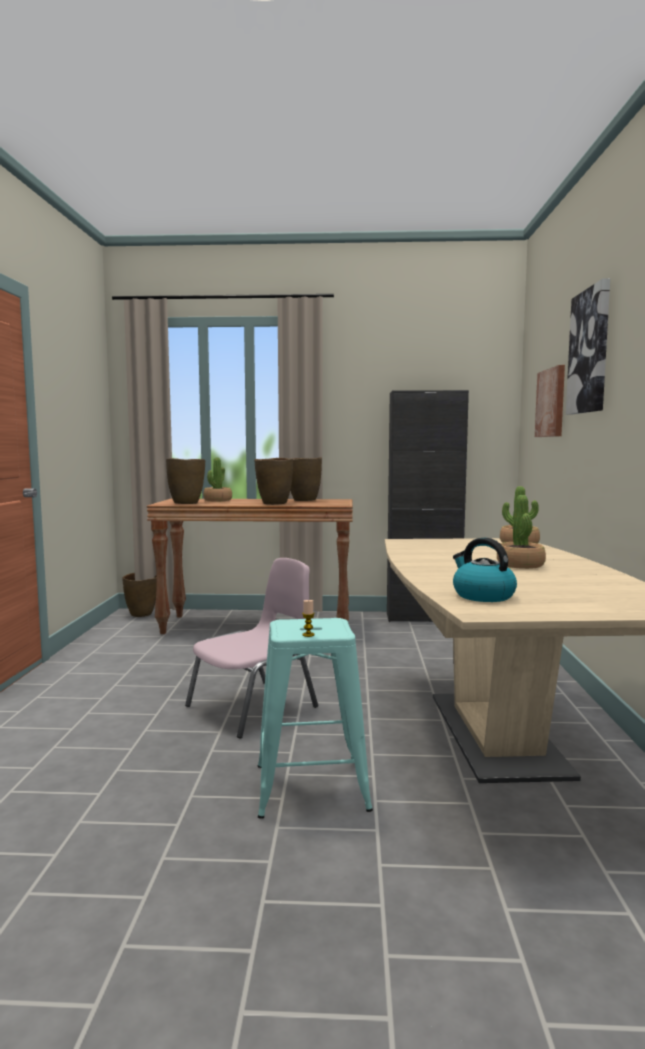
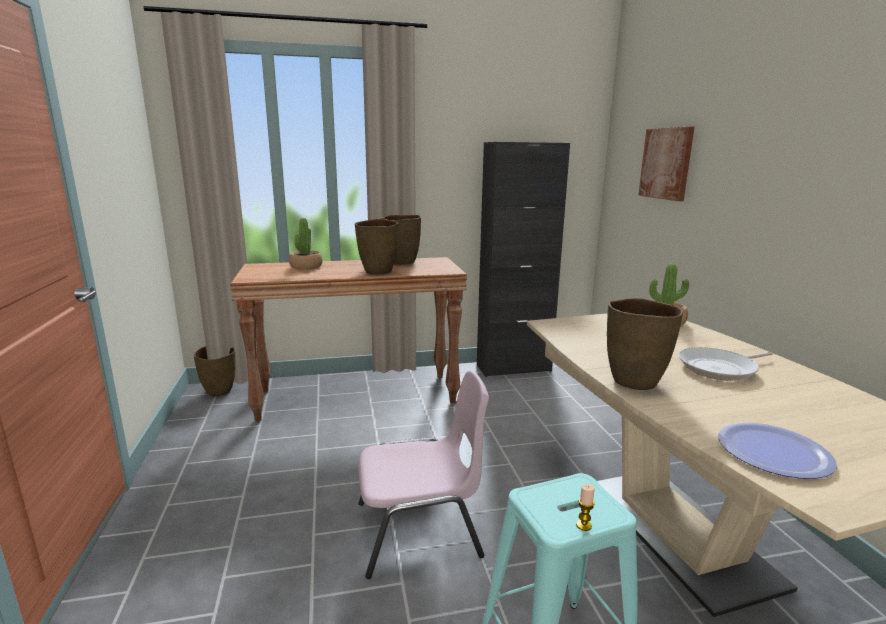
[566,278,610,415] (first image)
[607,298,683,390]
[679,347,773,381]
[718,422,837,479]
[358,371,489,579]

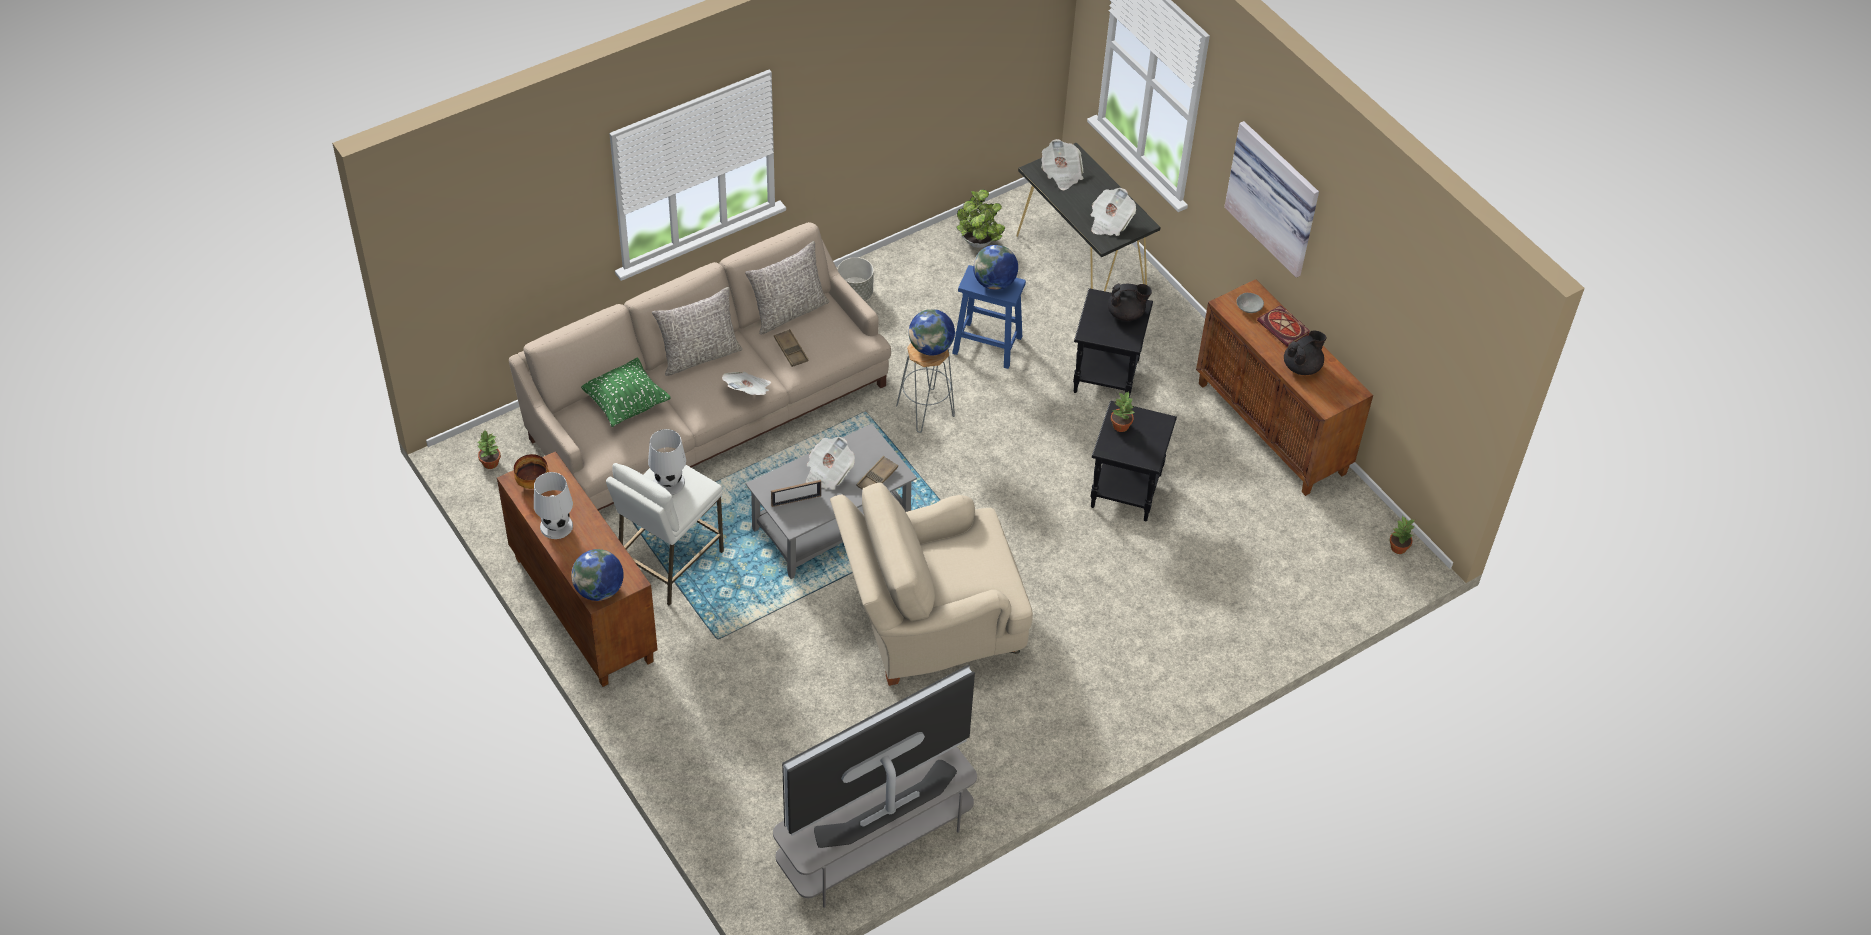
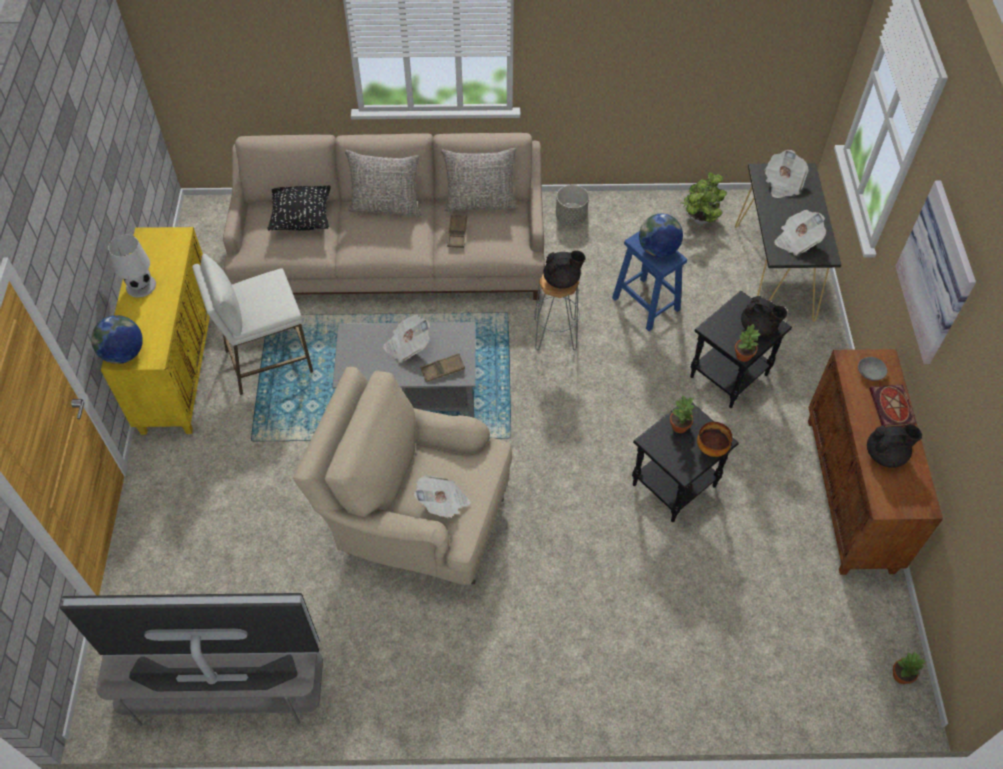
[543,250,586,289]
[268,185,330,231]
[414,475,471,518]
[648,429,686,495] (first image)
[735,323,760,362]
[101,227,210,435]
[697,422,733,457]
[771,480,821,507] (first image)

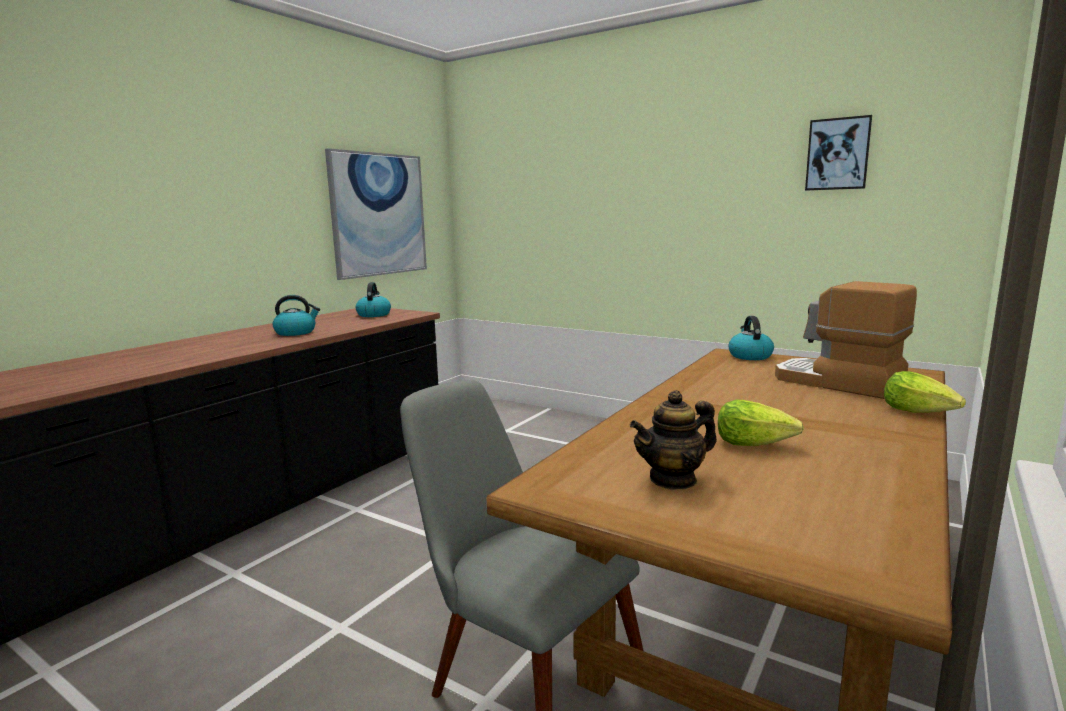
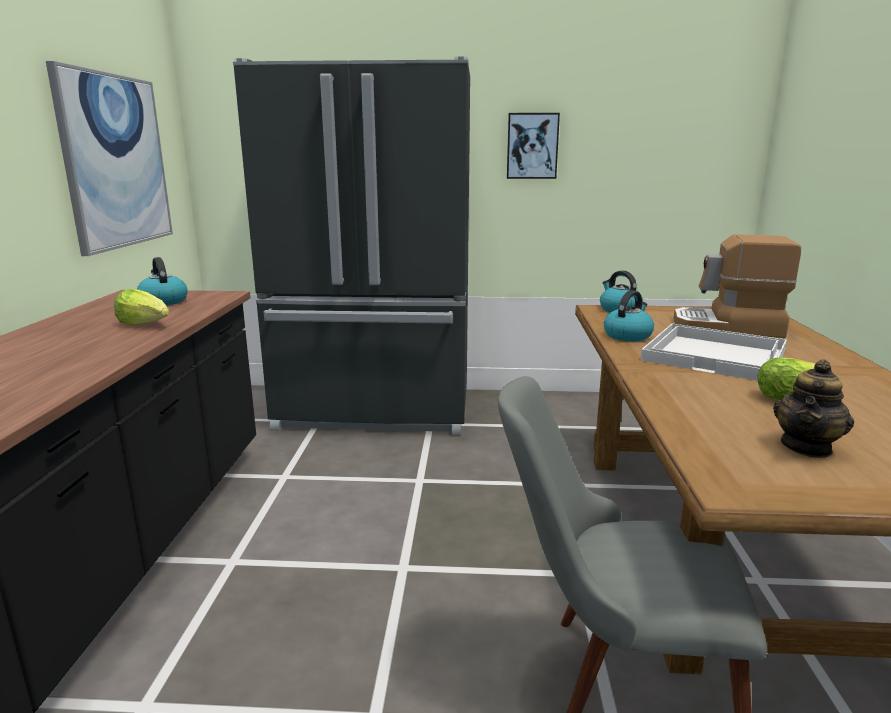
[507,113,560,179]
[604,290,654,341]
[114,289,169,325]
[233,56,470,435]
[640,324,787,381]

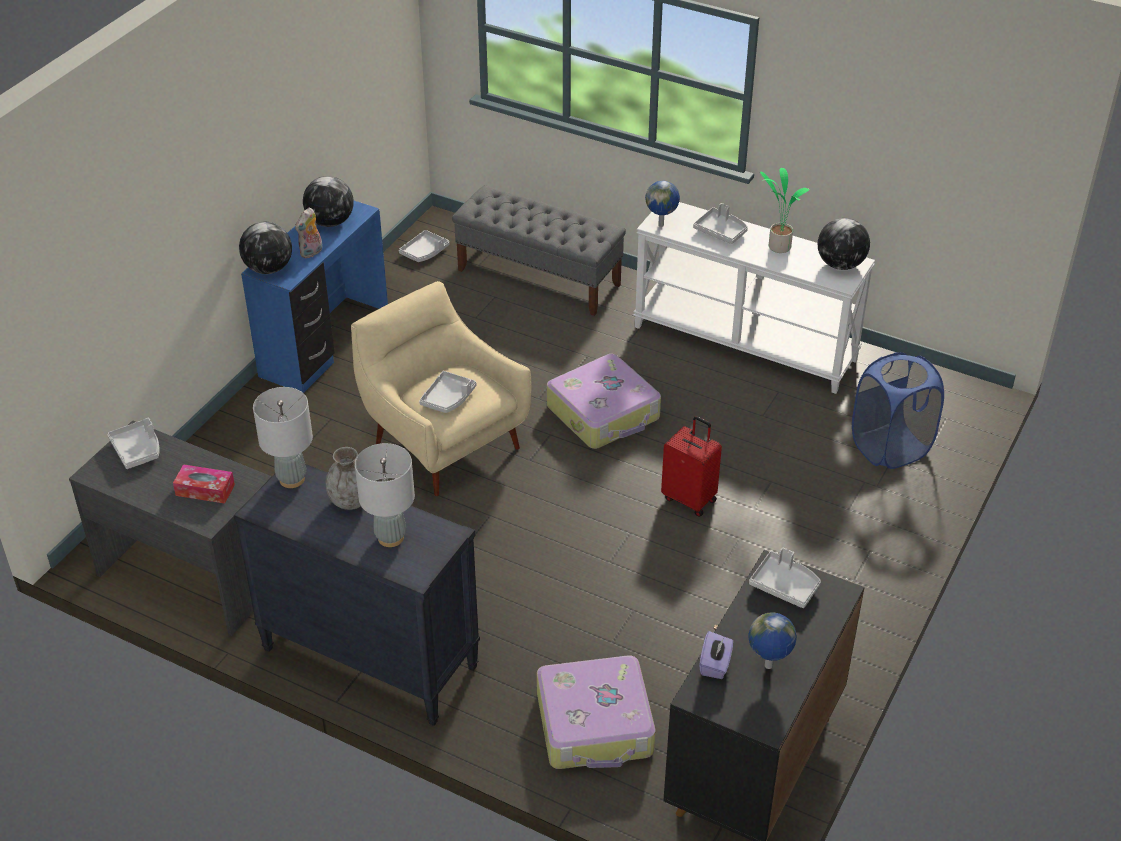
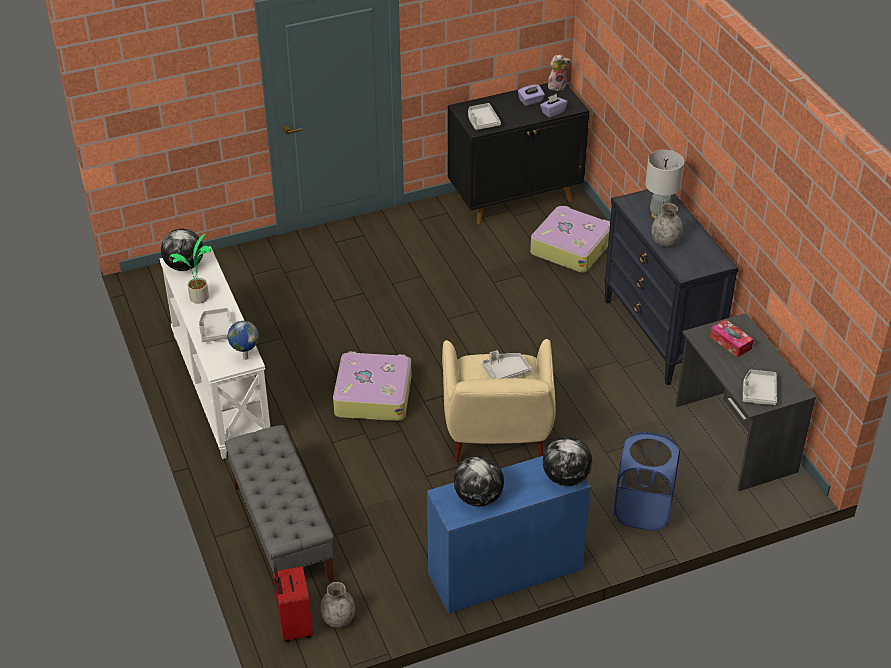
[548,54,571,90]
[320,582,355,628]
[614,432,680,531]
[253,387,313,488] (first image)
[273,566,313,642]
[518,85,545,106]

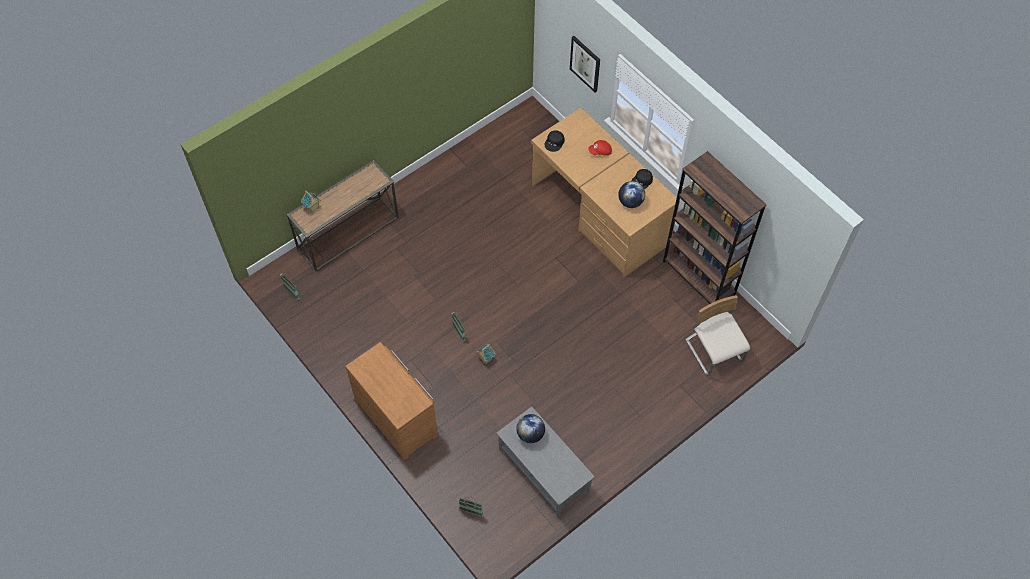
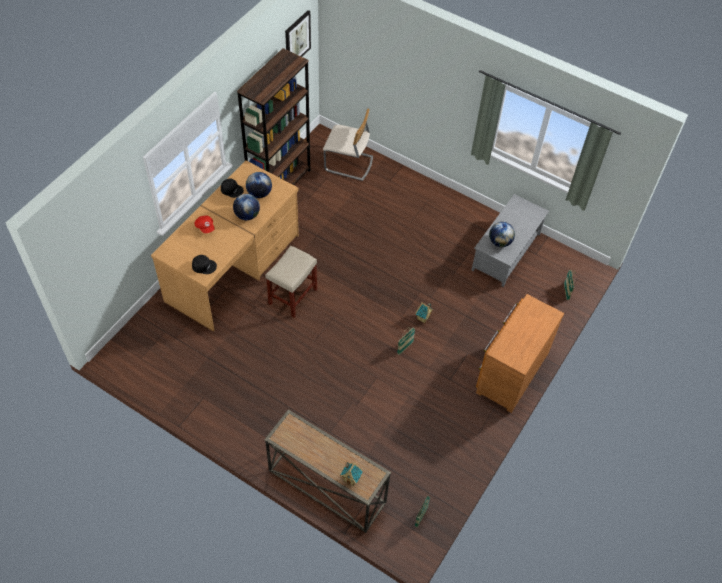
[285,10,311,57]
[323,109,373,181]
[233,194,260,220]
[266,246,317,318]

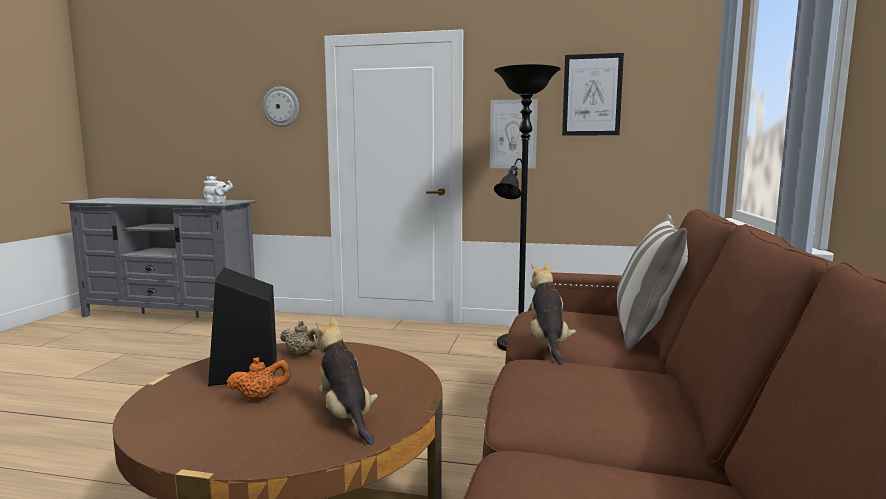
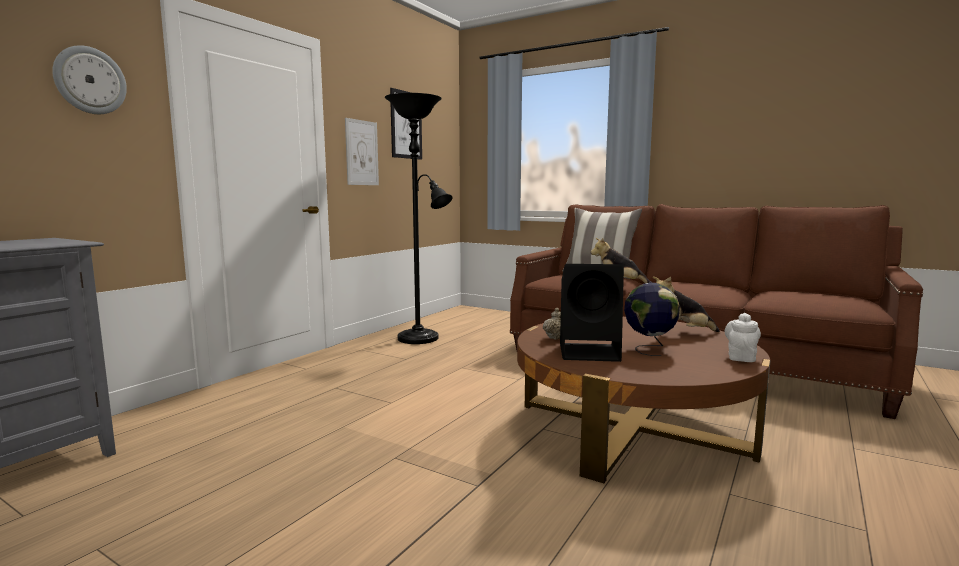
[725,313,761,362]
[624,283,680,356]

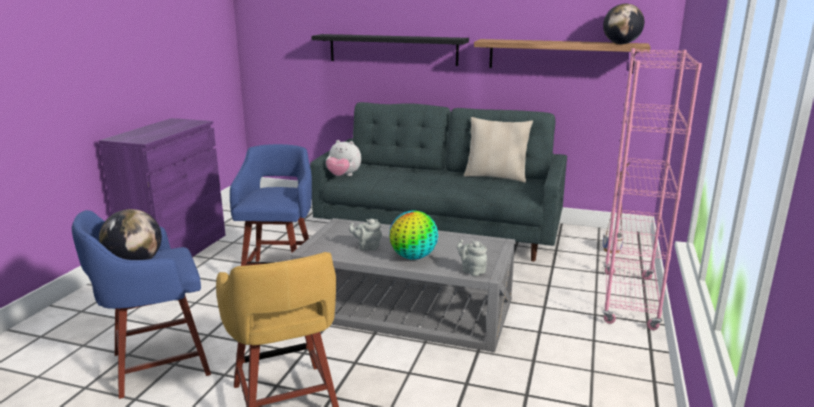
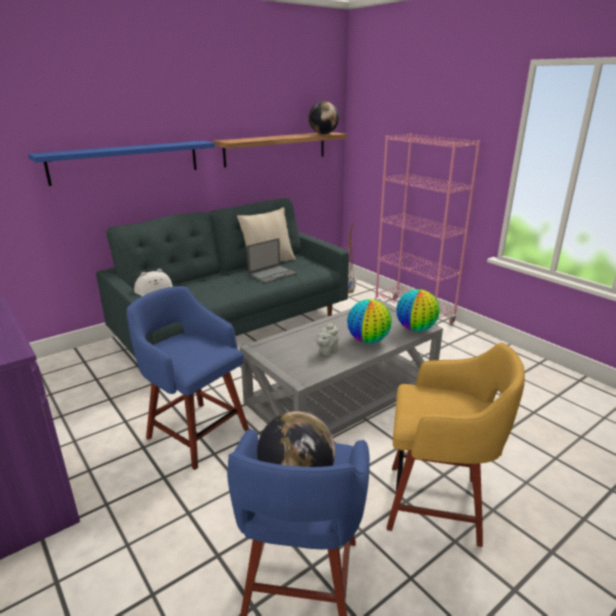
[28,141,215,186]
[396,289,440,332]
[247,238,297,283]

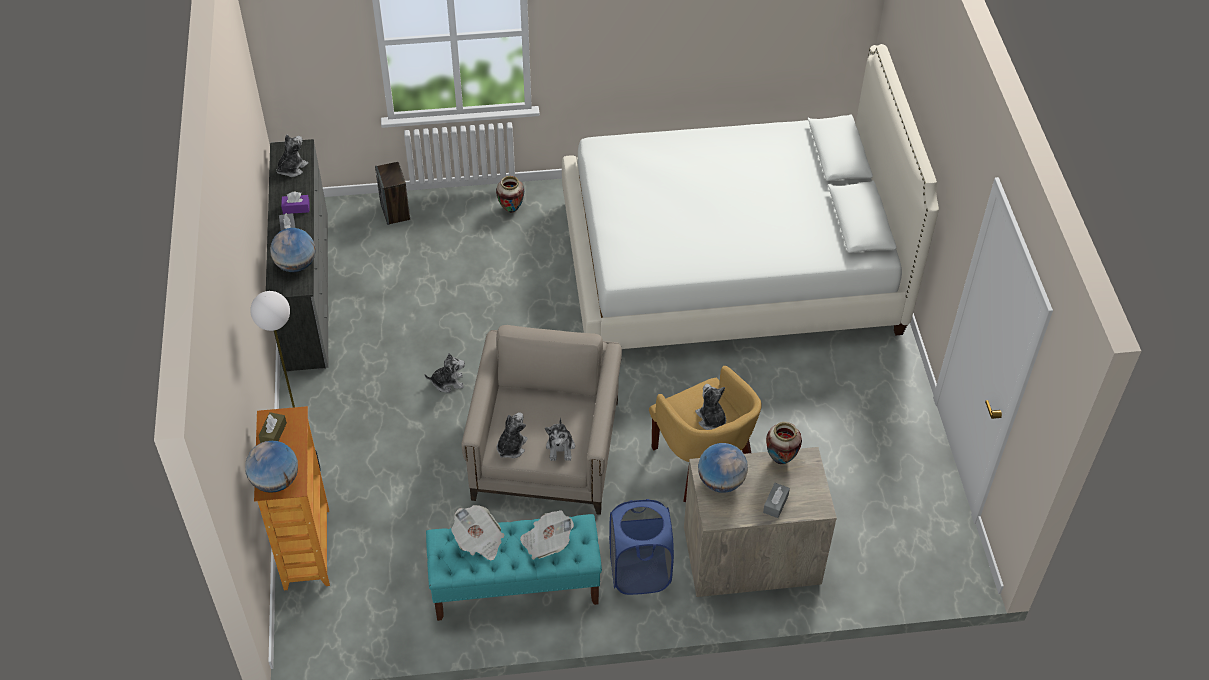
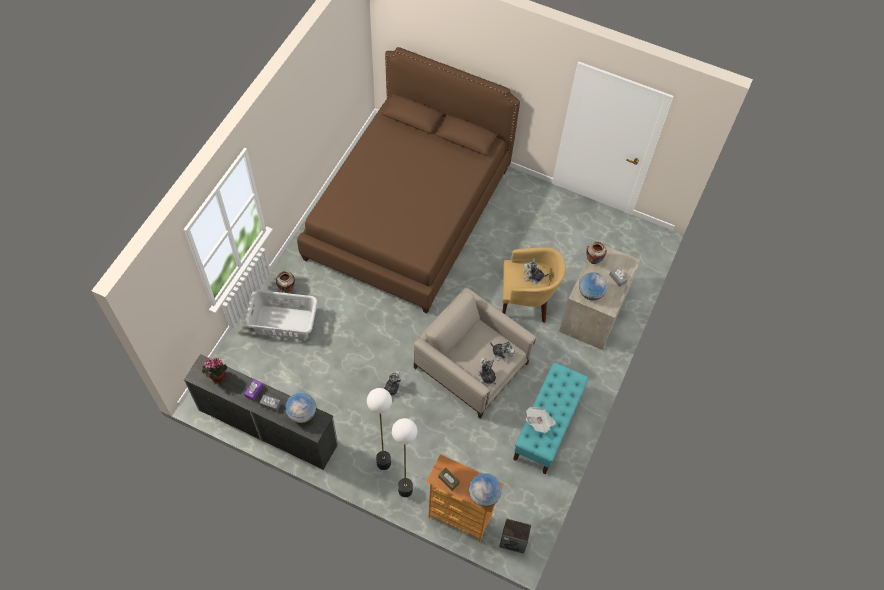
[297,47,520,313]
[202,358,227,383]
[499,519,531,553]
[609,499,674,595] (first image)
[520,510,574,560] (first image)
[245,290,318,339]
[367,388,392,470]

